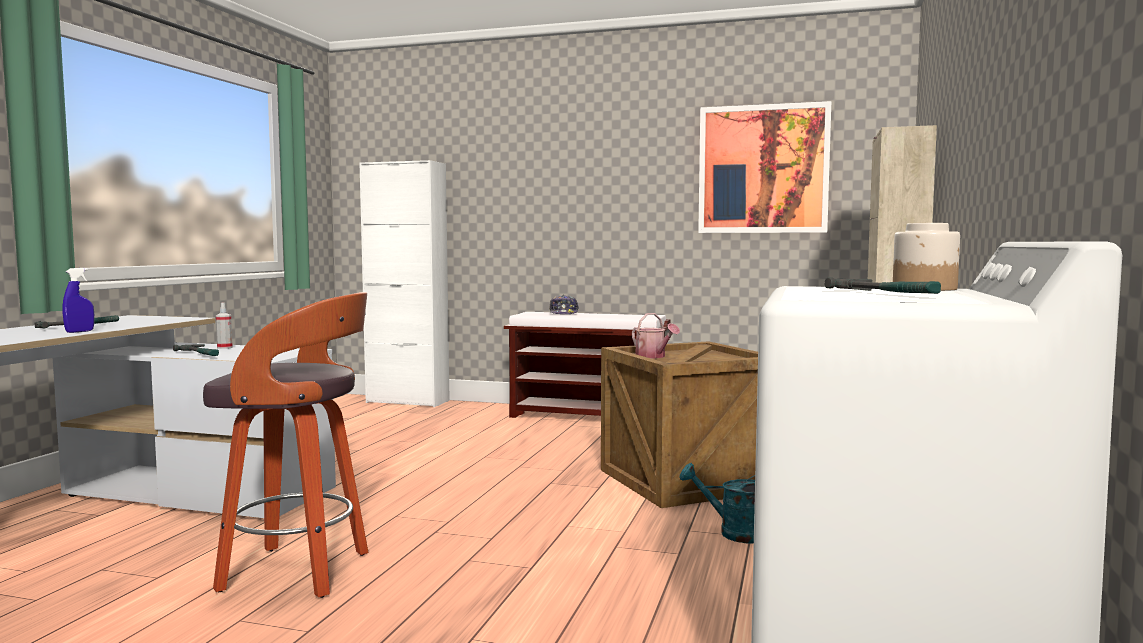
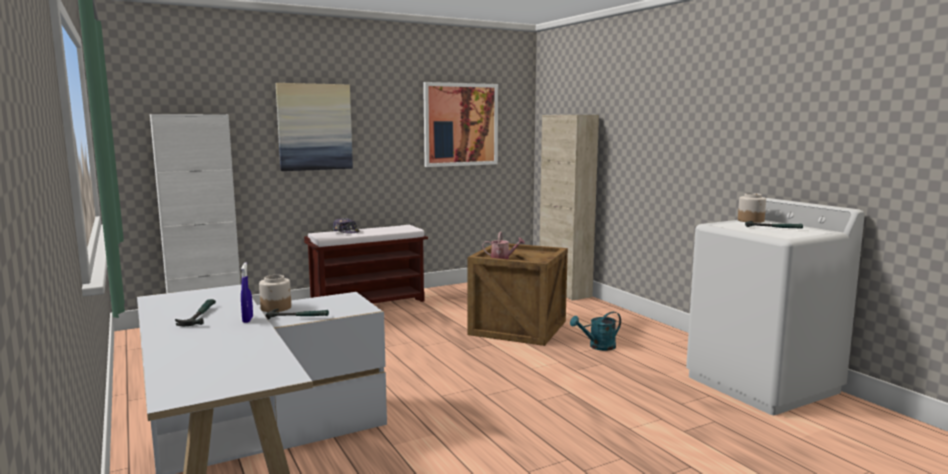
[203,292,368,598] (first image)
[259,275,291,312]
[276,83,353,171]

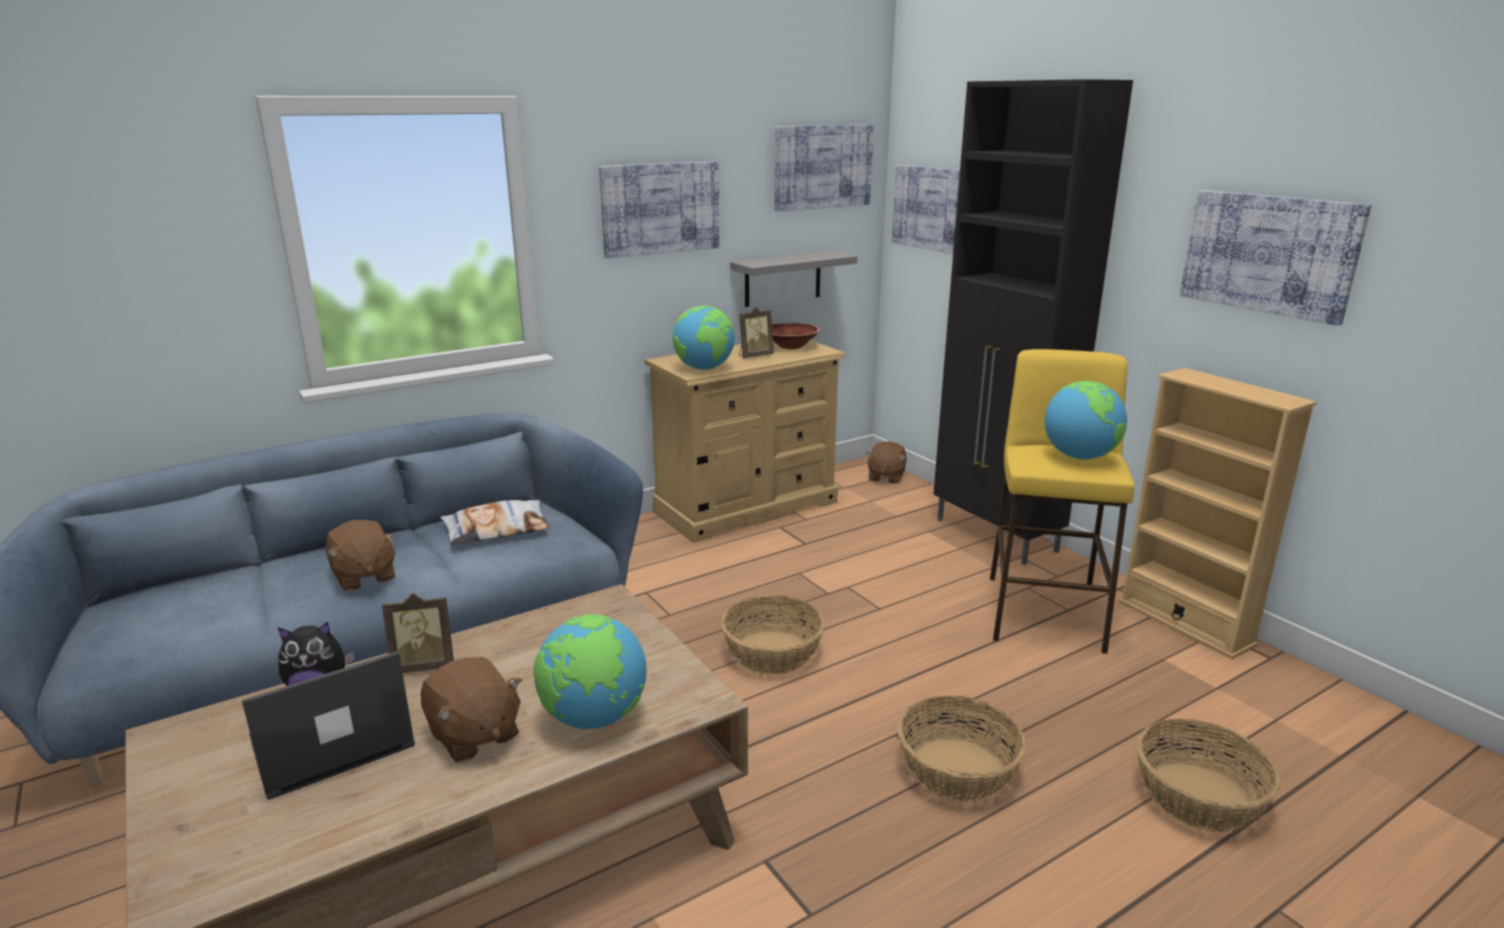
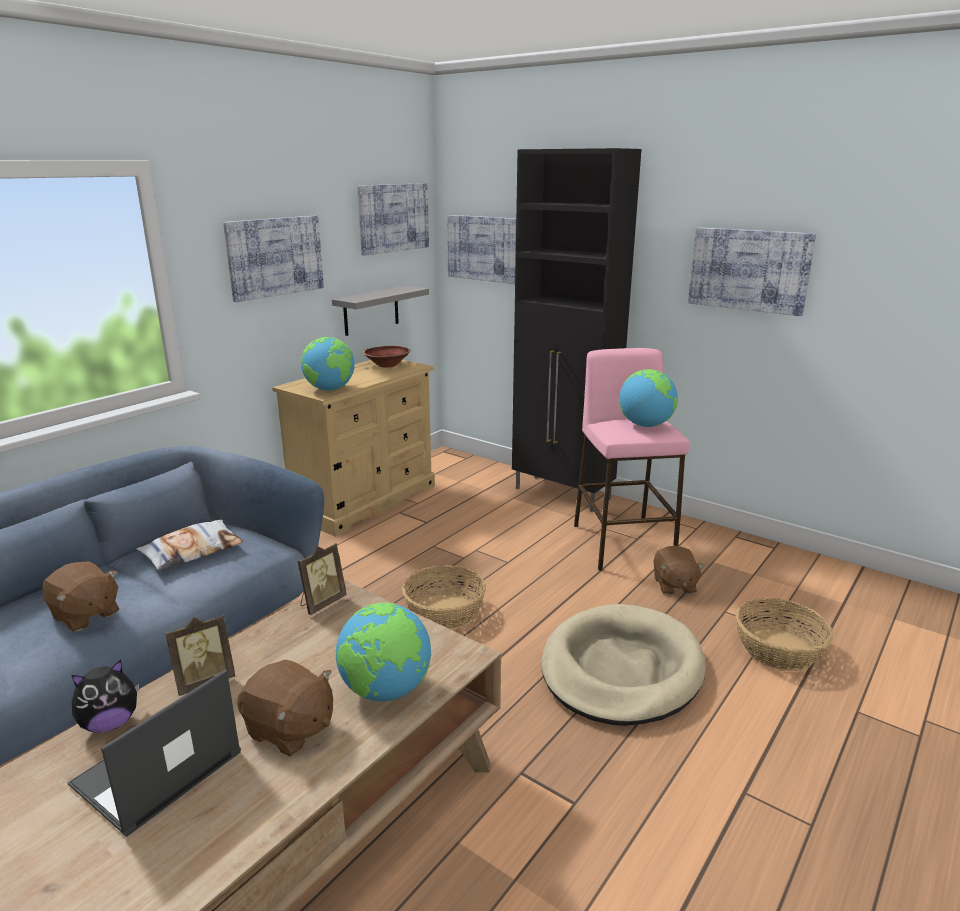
[298,543,347,615]
[574,348,689,571]
[1118,368,1317,659] (first image)
[653,546,705,594]
[542,604,706,726]

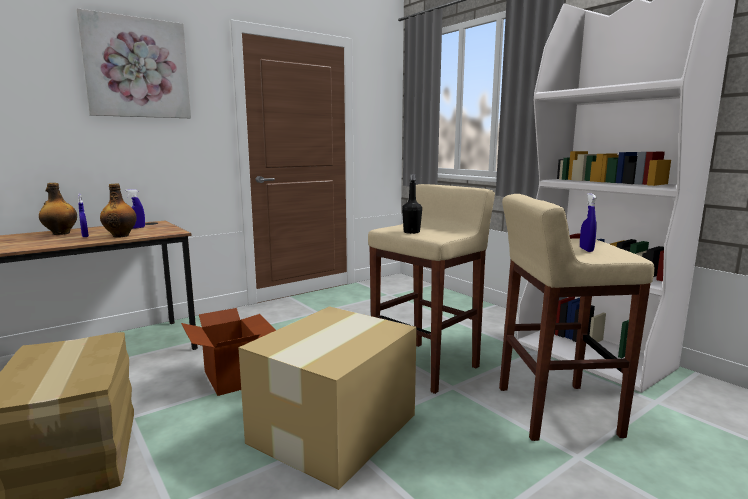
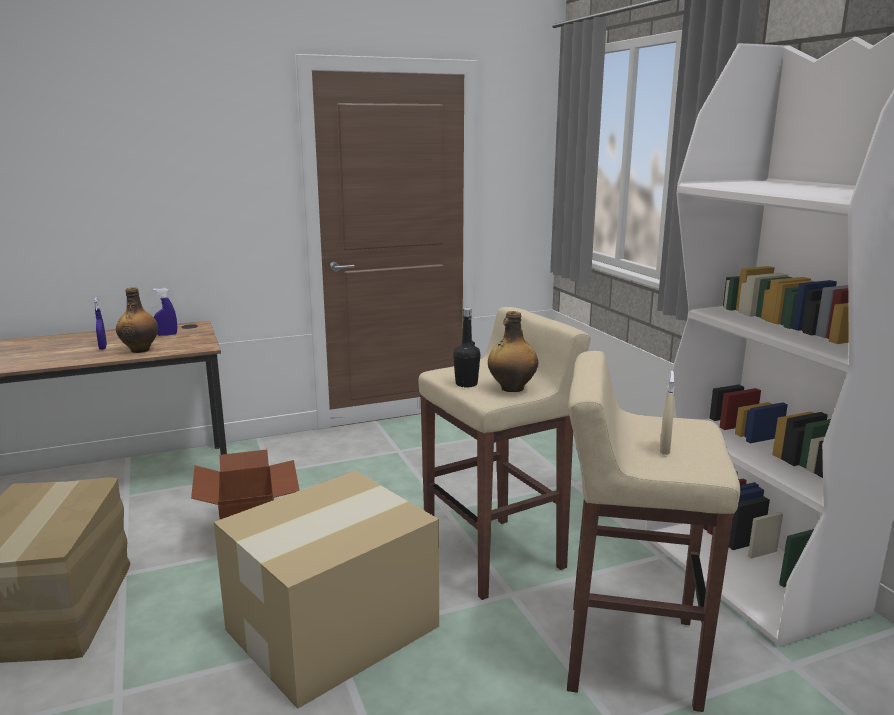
[76,8,191,118] (first image)
[488,311,538,392]
[660,371,675,455]

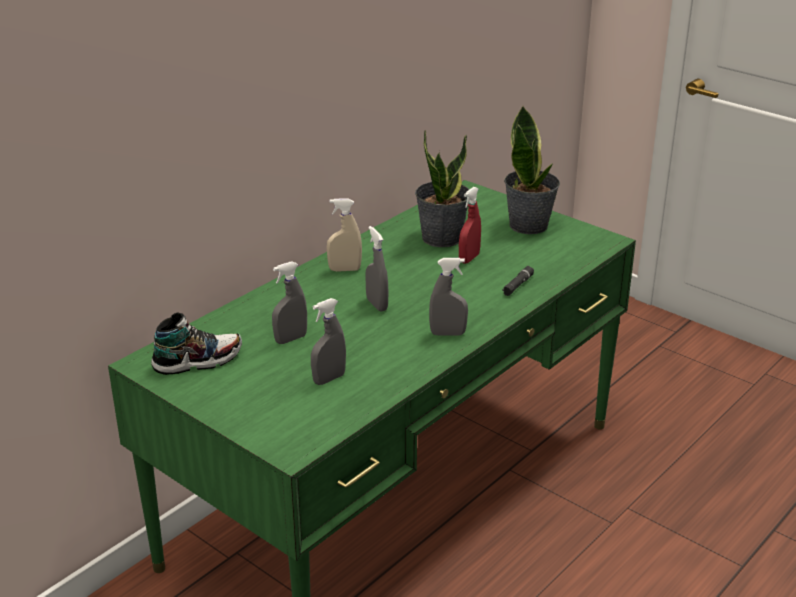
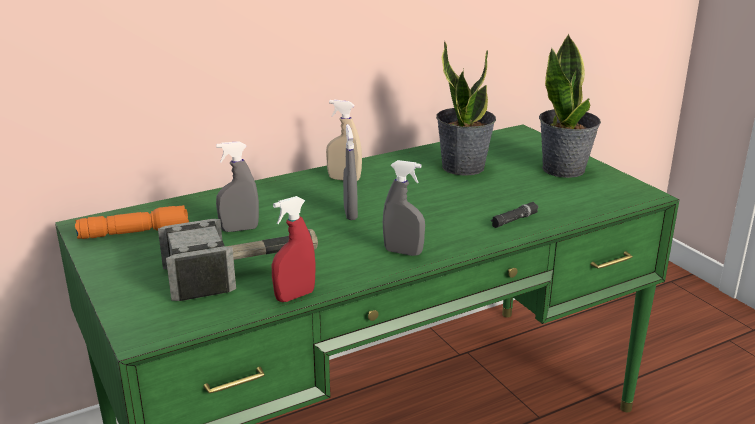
[272,196,315,302]
[158,219,318,301]
[75,205,189,239]

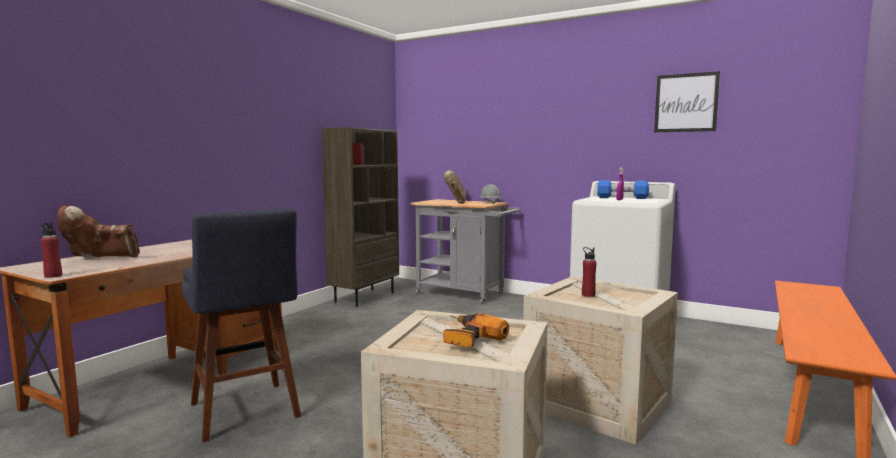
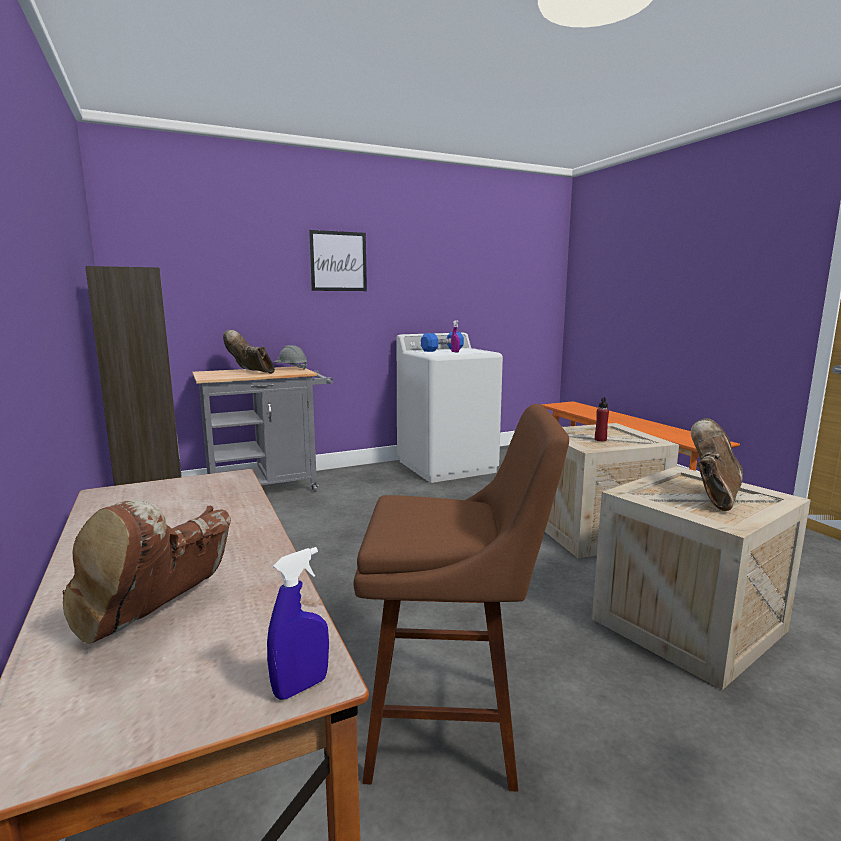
[309,230,367,291]
[354,404,569,792]
[267,547,329,700]
[691,418,743,511]

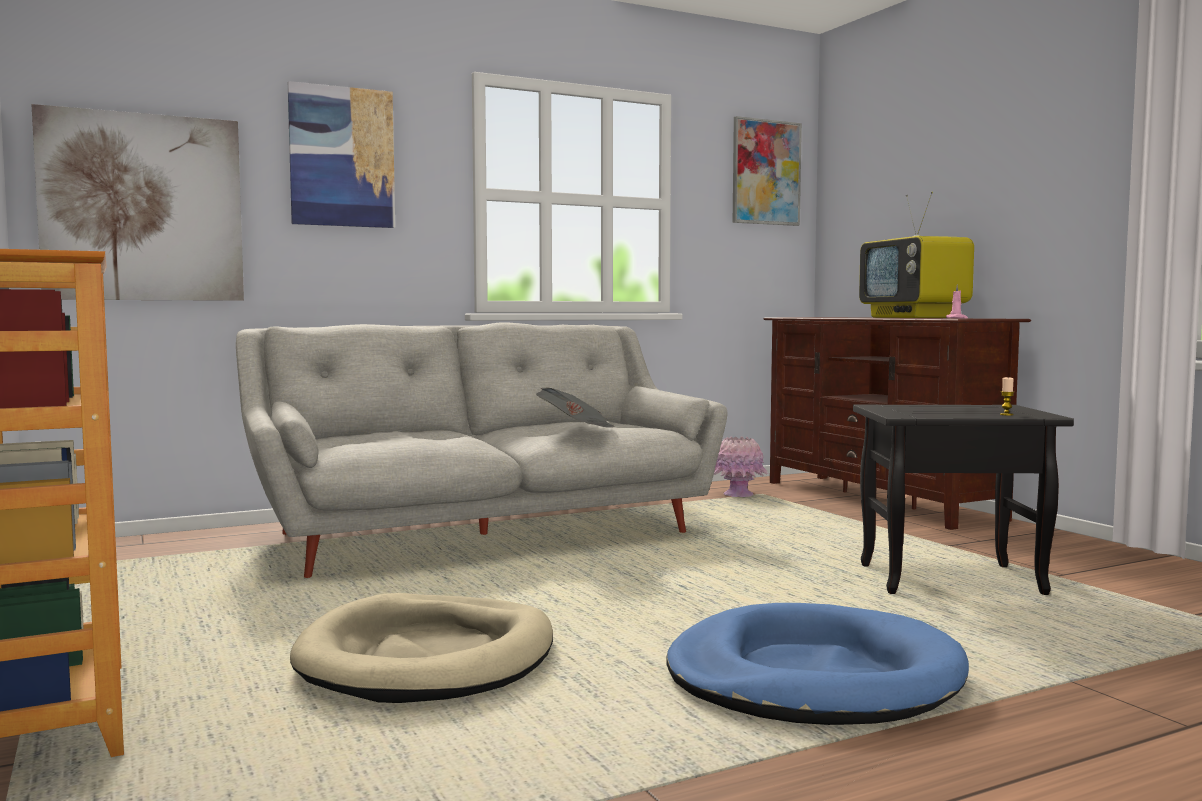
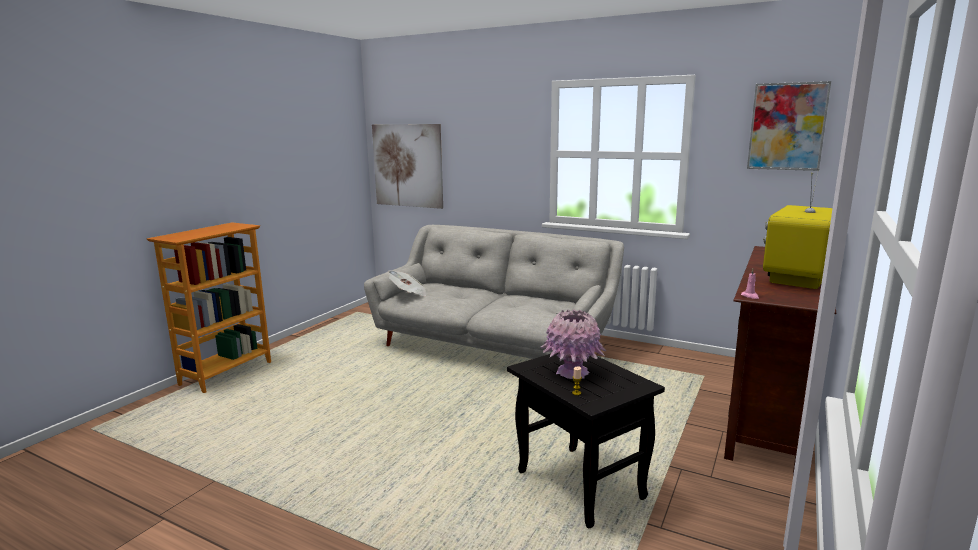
[288,81,395,228] (first image)
[388,270,426,296]
[541,310,606,379]
[290,593,553,703] (first image)
[666,603,969,725] (first image)

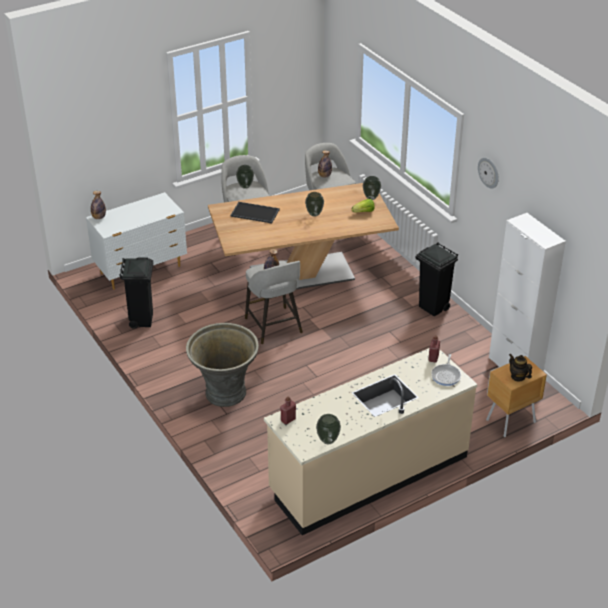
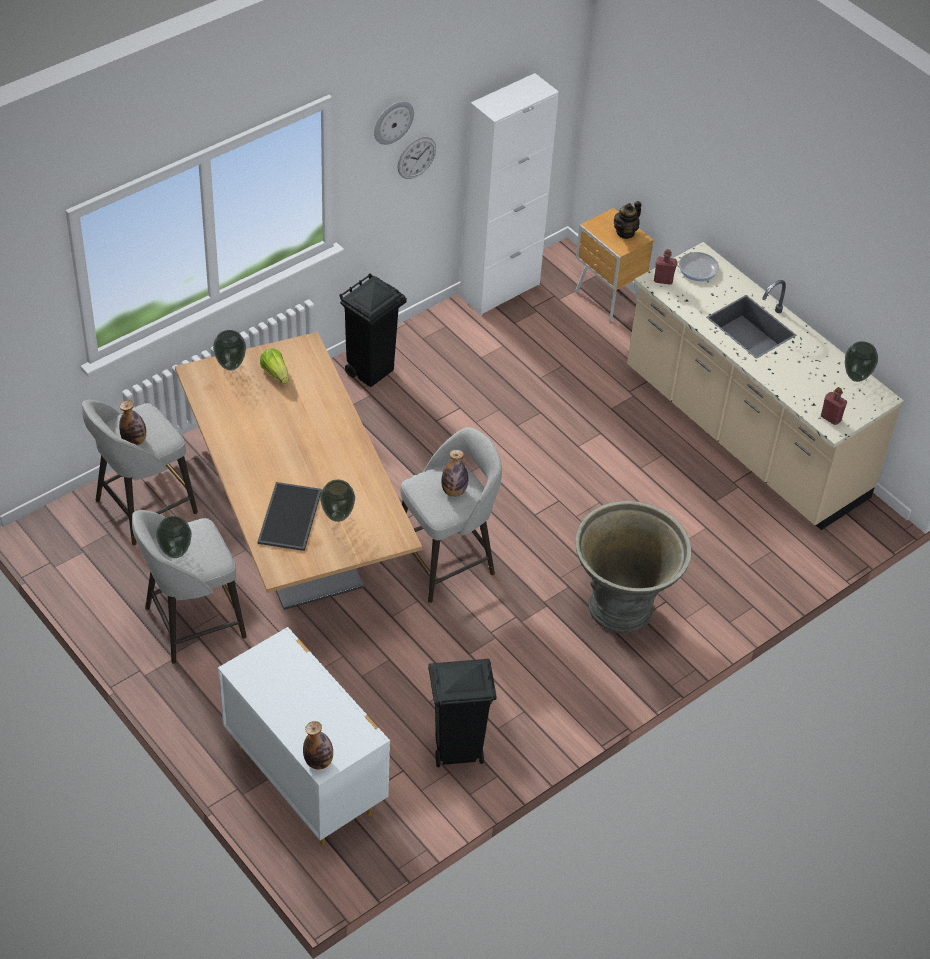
[320,480,355,522]
[398,137,436,179]

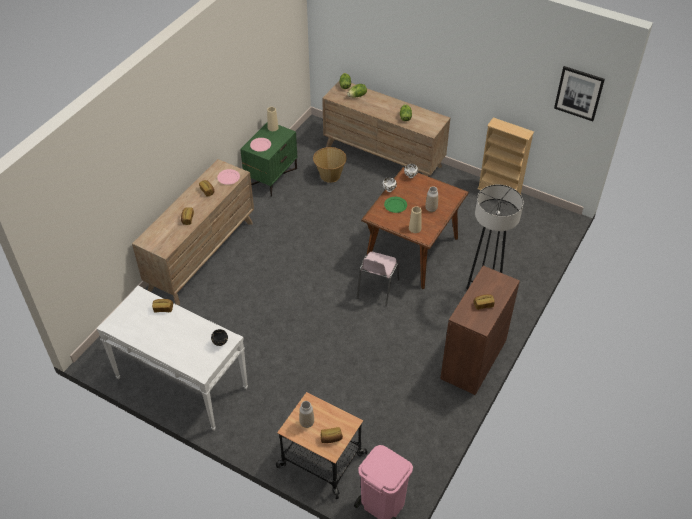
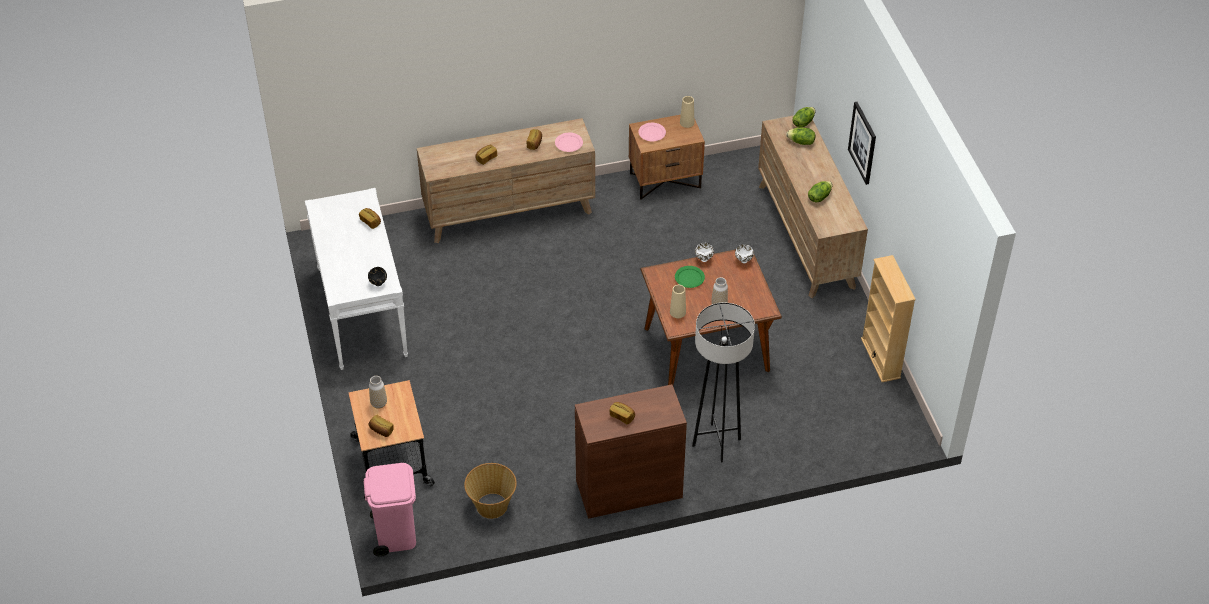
[848,102,876,185]
[629,115,705,200]
[464,463,517,519]
[357,252,399,307] (first image)

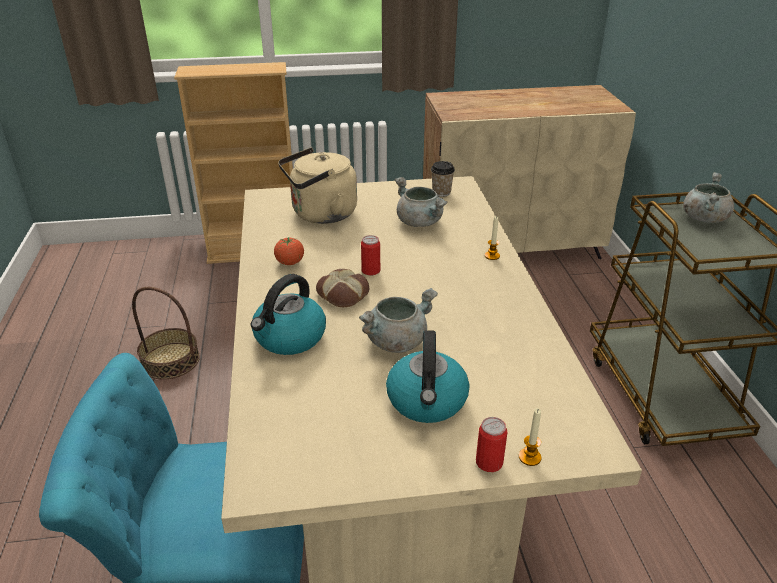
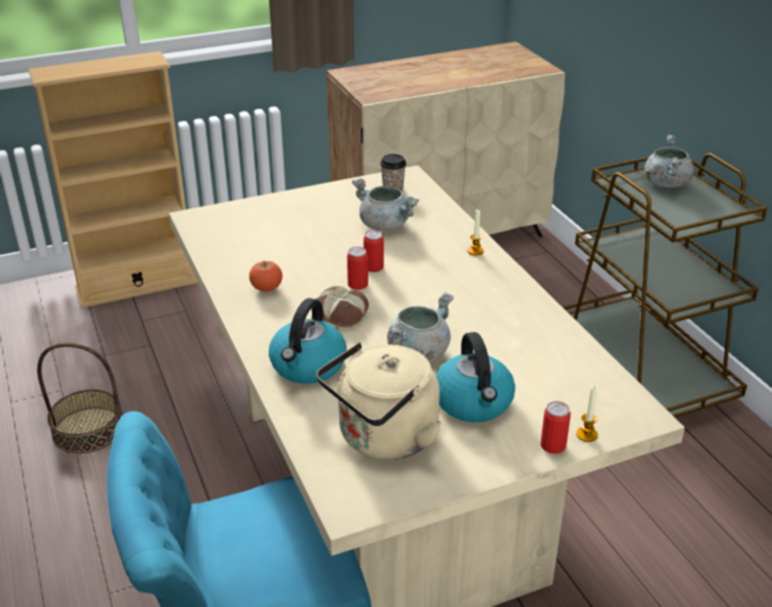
[316,342,442,460]
[363,230,384,272]

